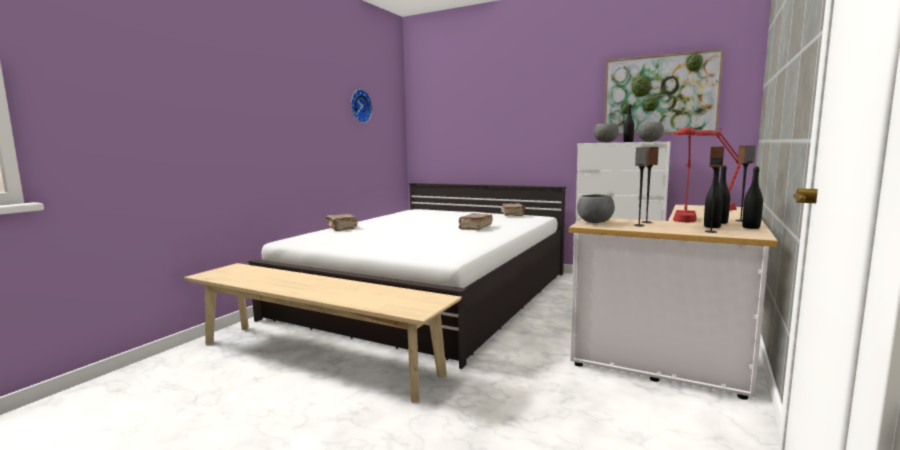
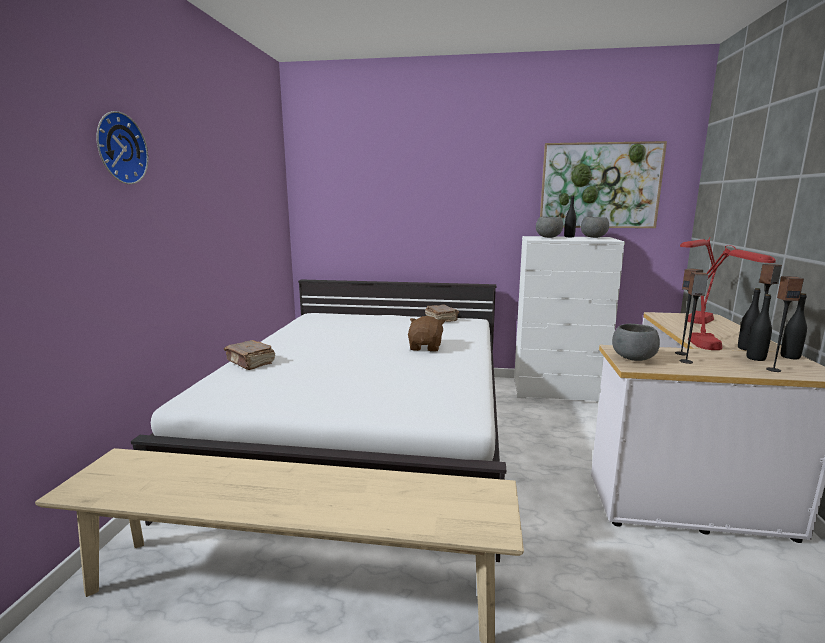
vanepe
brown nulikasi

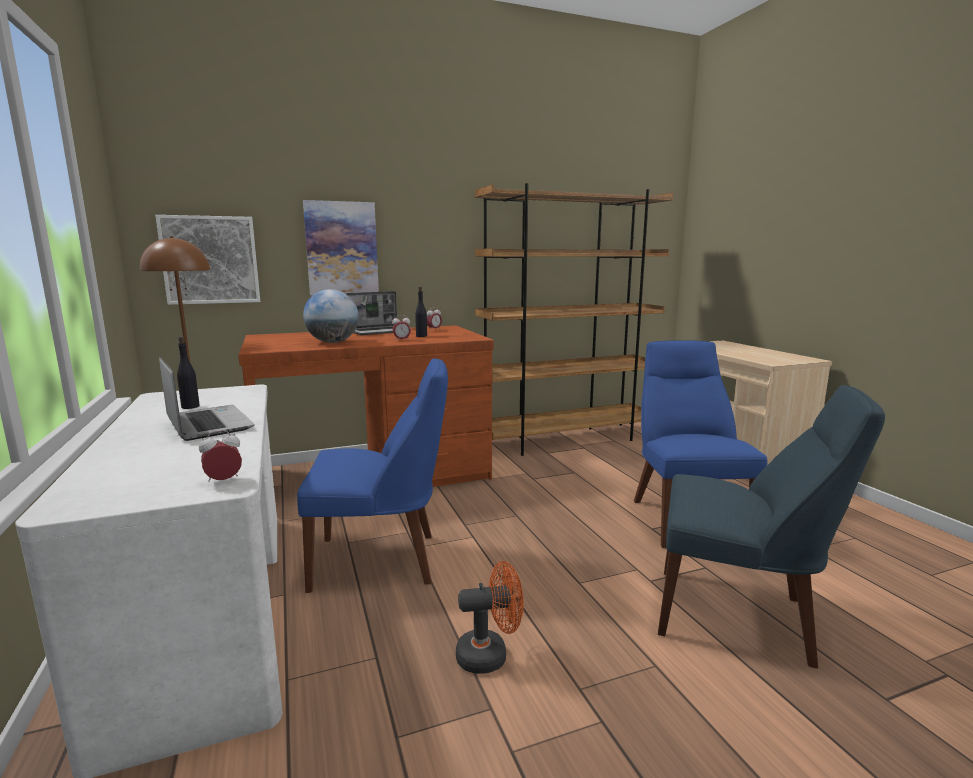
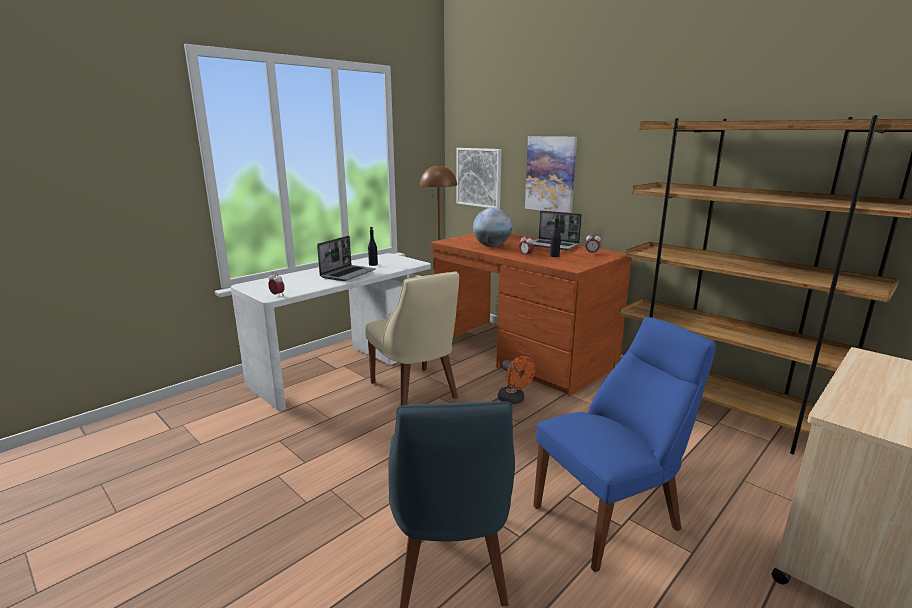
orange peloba
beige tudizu

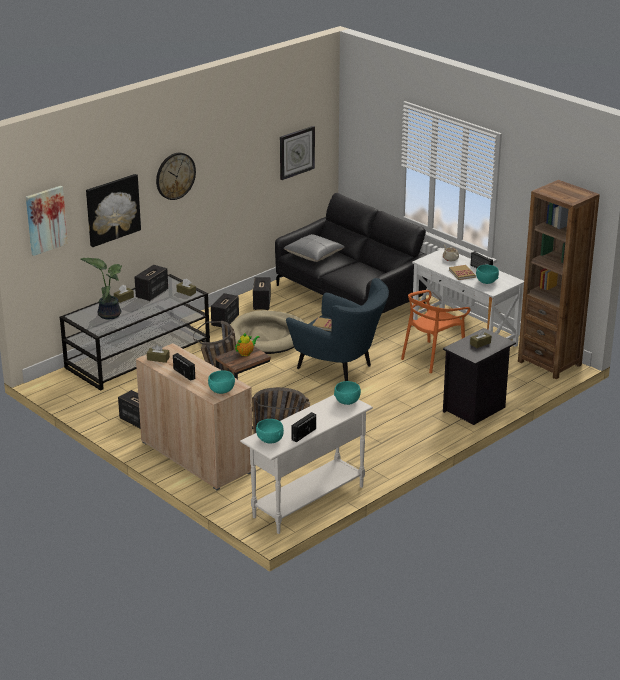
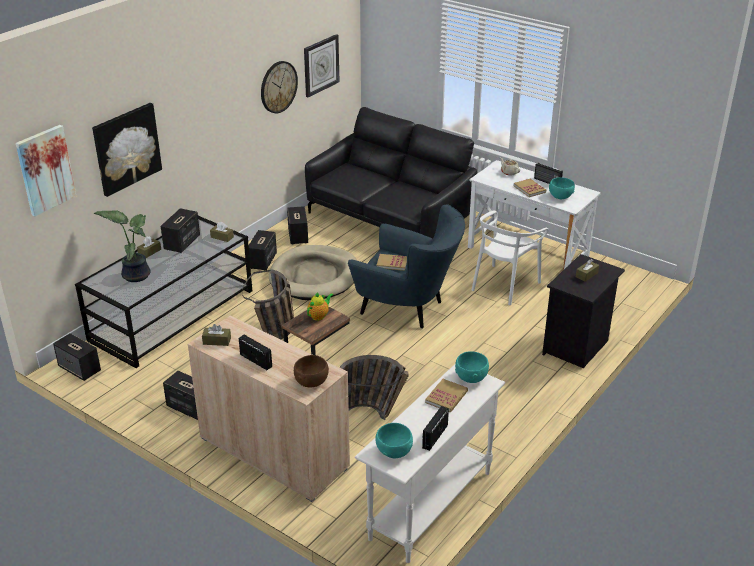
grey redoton
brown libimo
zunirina (1st from left)
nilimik (2nd from left)
vanepe (1st from left)
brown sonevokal
white tudizu

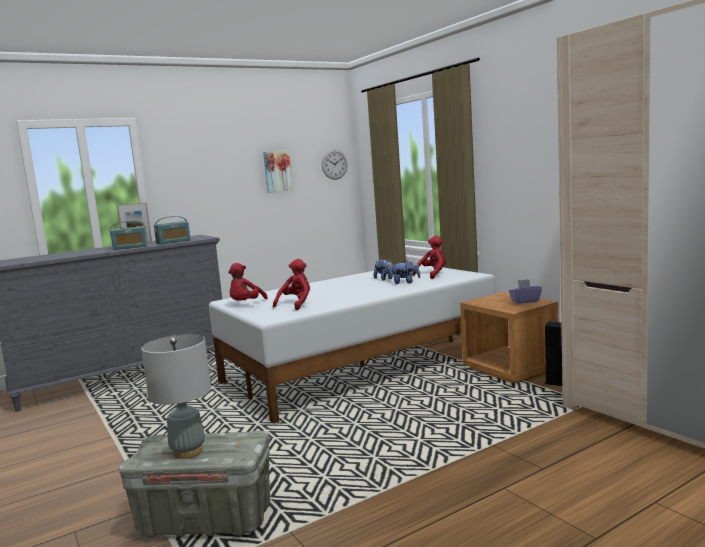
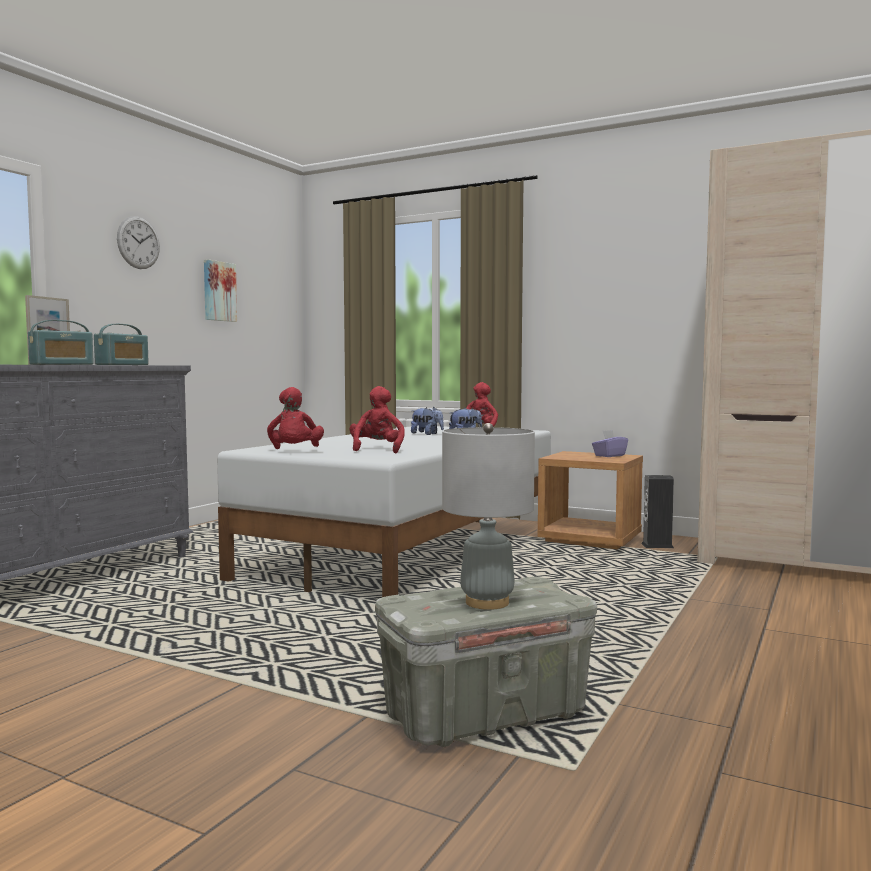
vanepe

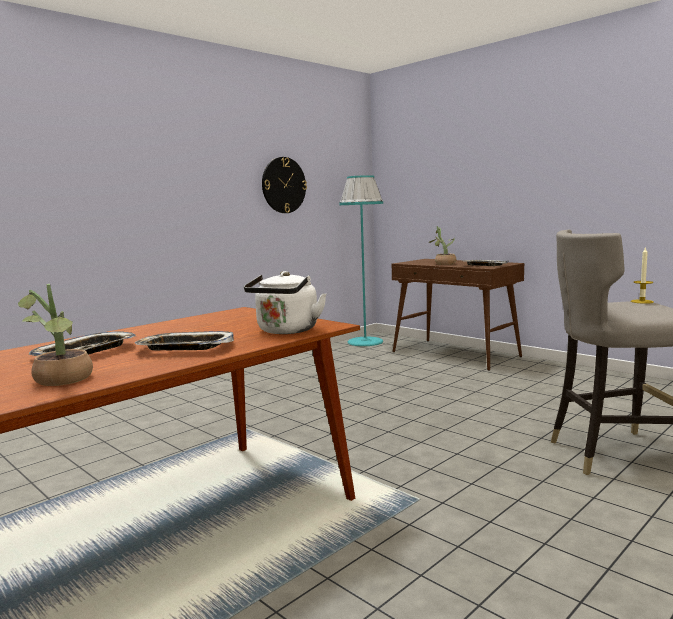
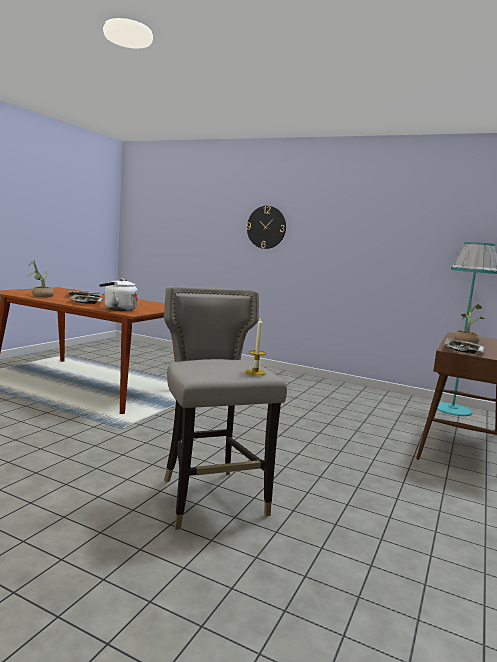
vanepe

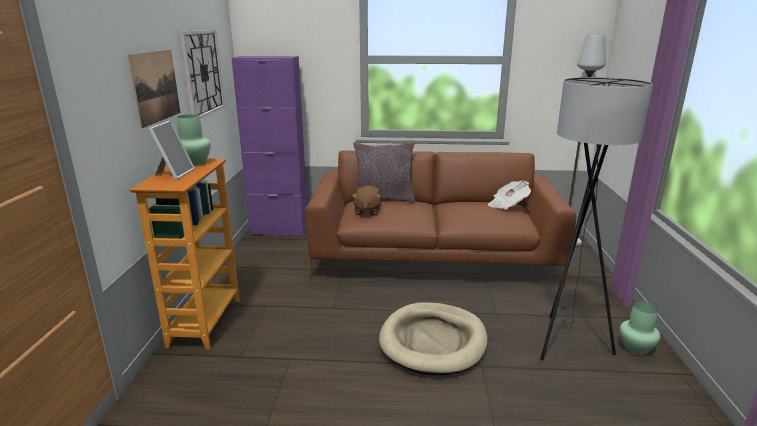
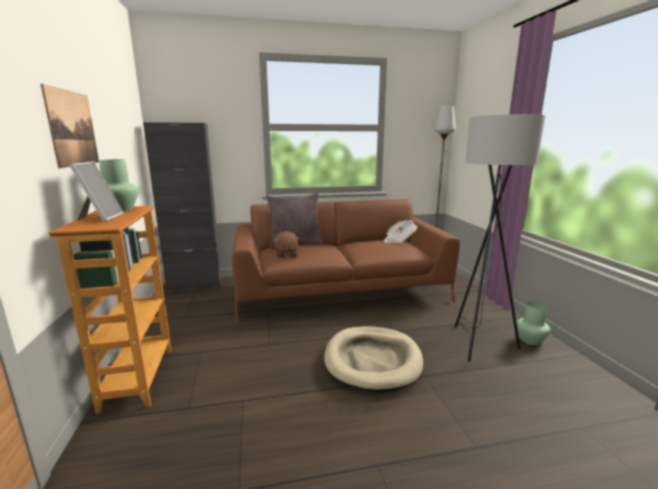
vanepe
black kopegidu

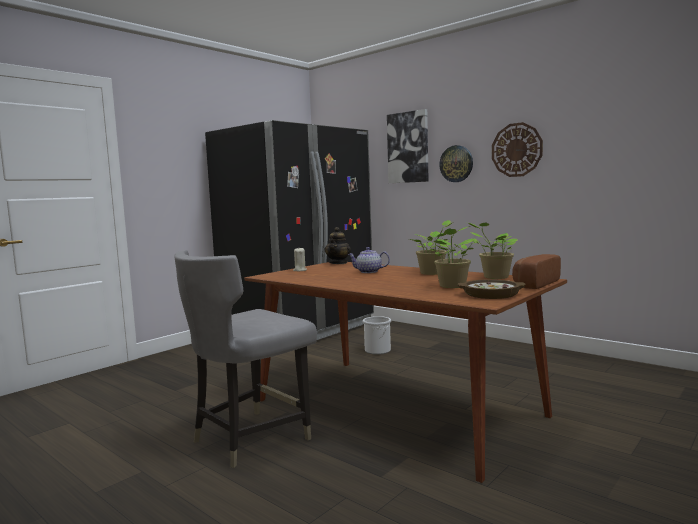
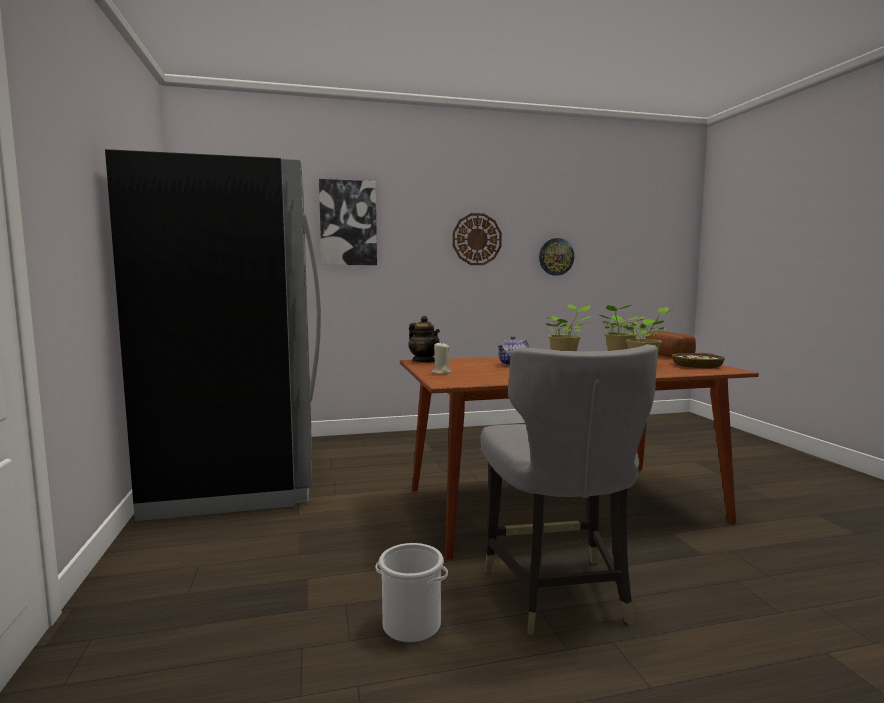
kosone
vanepe (2nd from left)

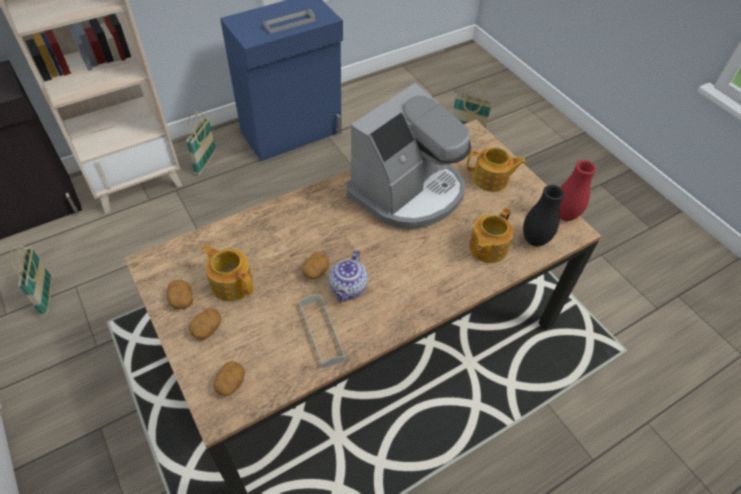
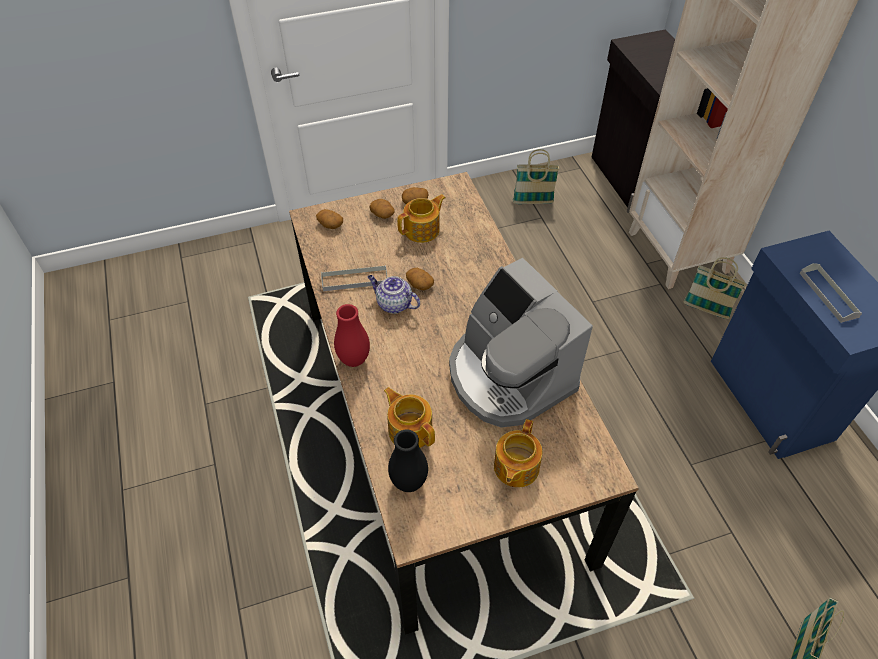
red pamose

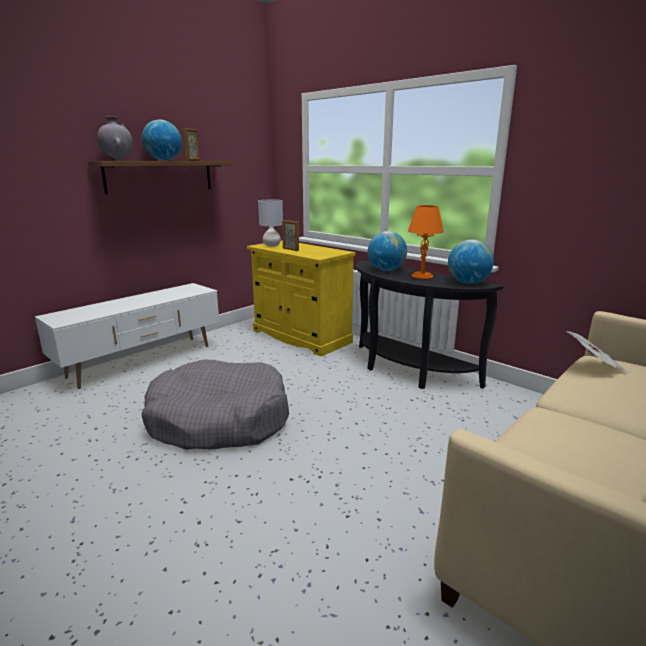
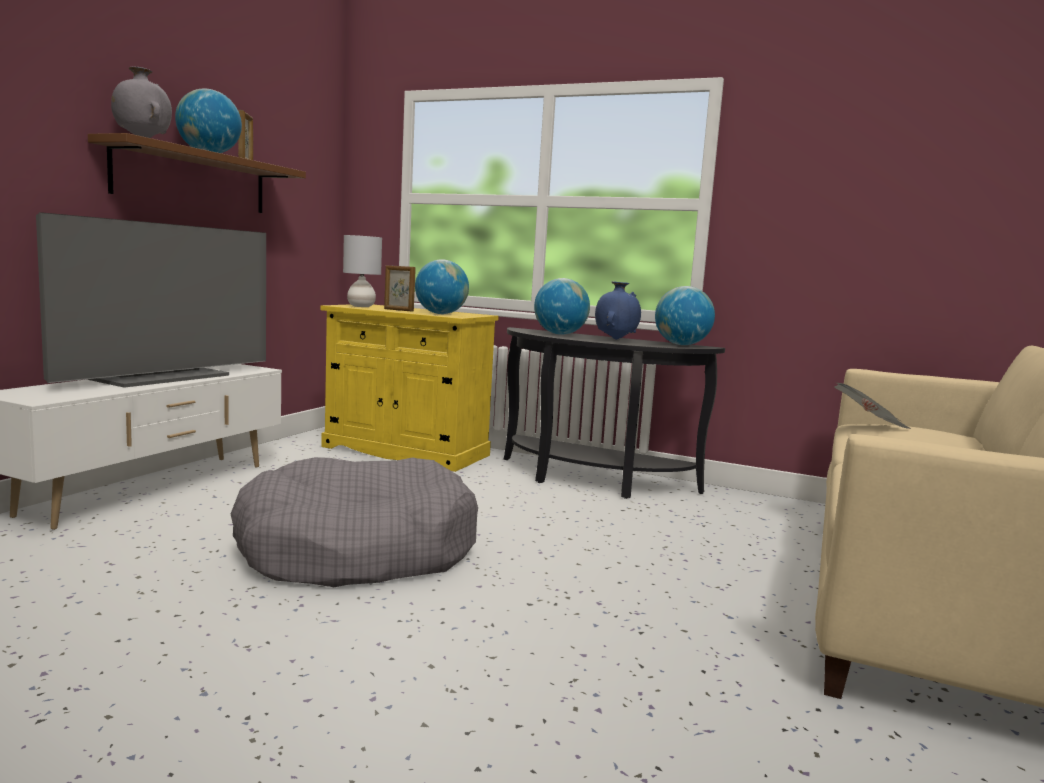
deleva
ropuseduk (2nd from left)
blue pamose

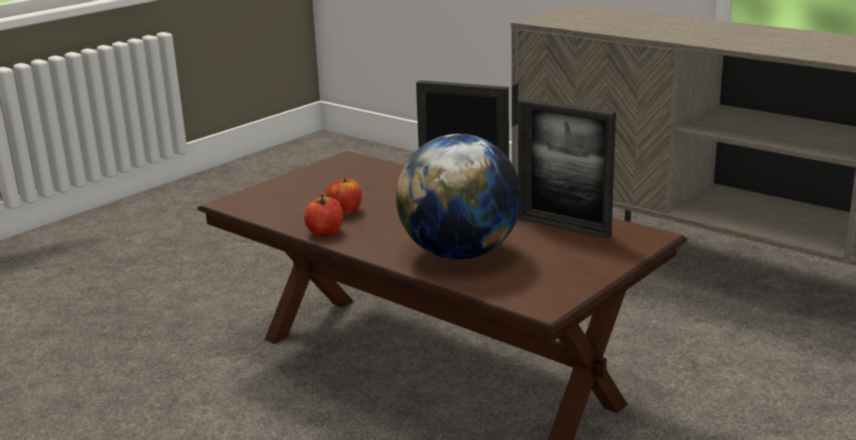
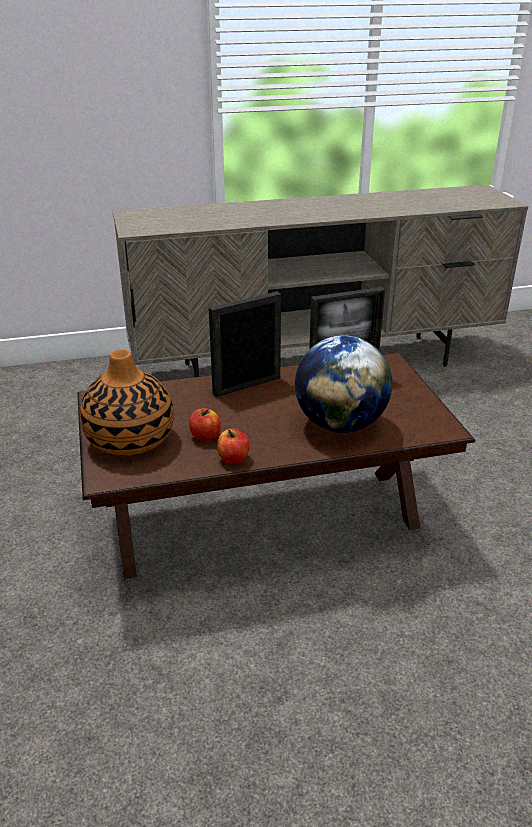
pamose

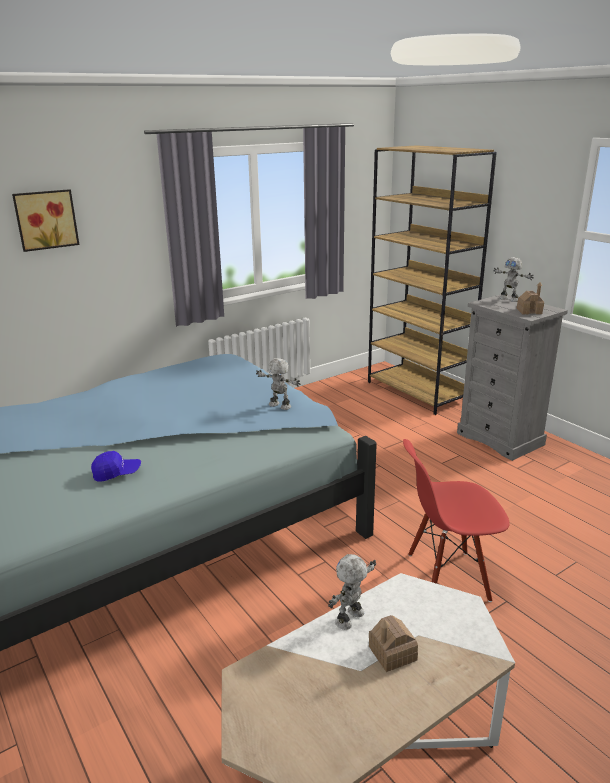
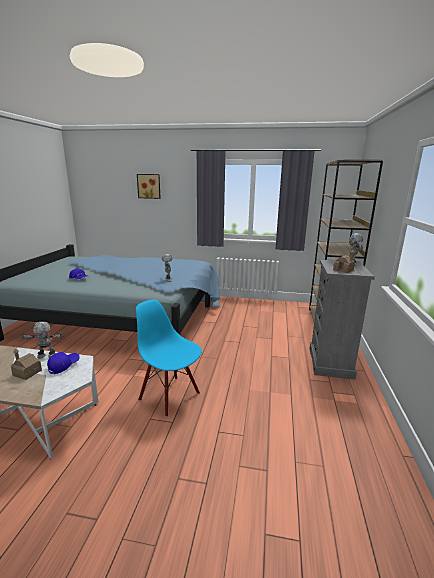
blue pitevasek (1st from left)
blue tudizu

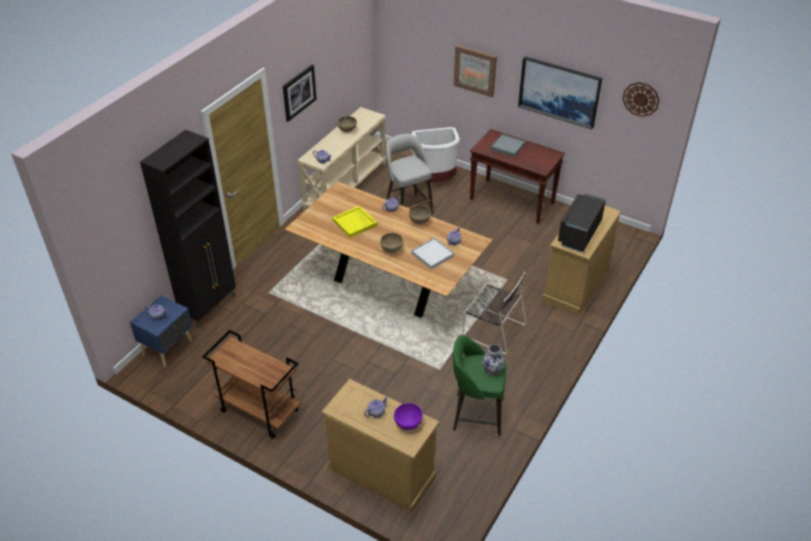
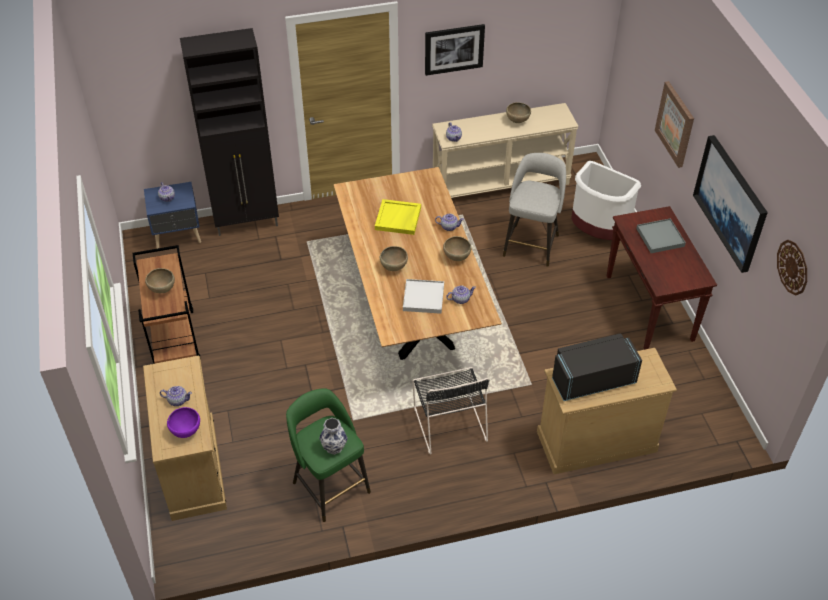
brown sonevokal (1st from left)

